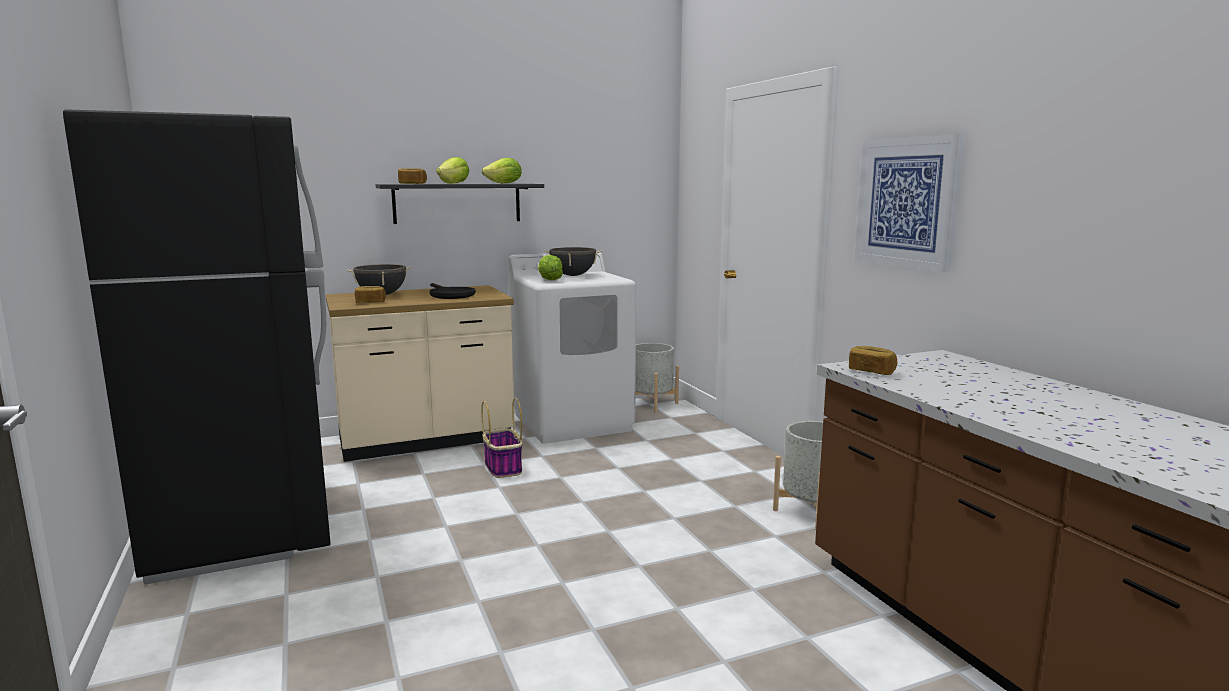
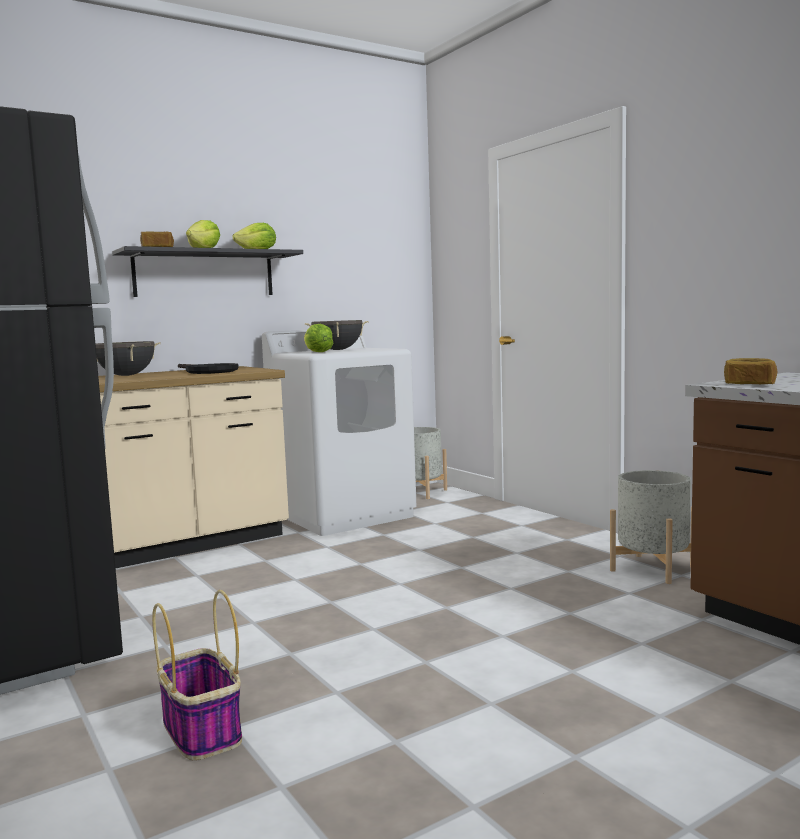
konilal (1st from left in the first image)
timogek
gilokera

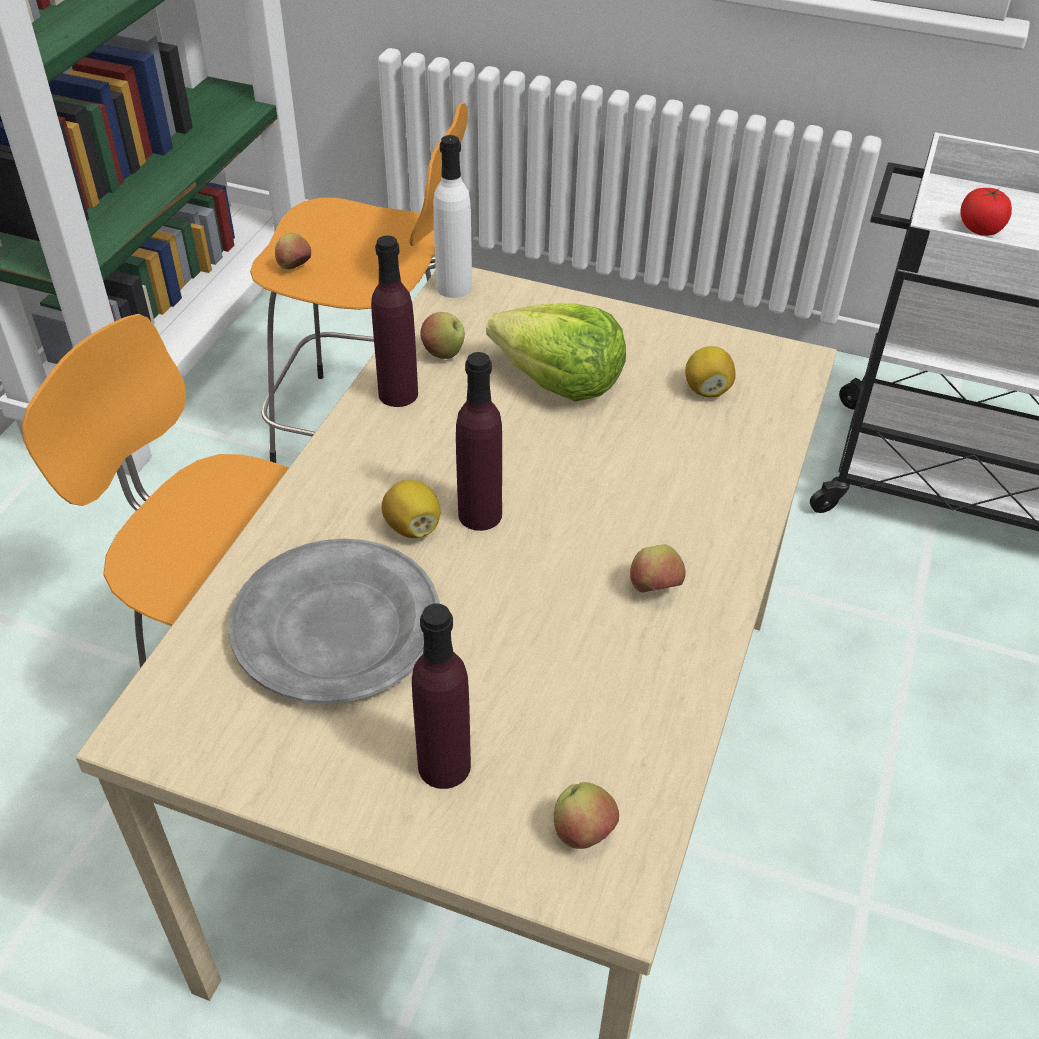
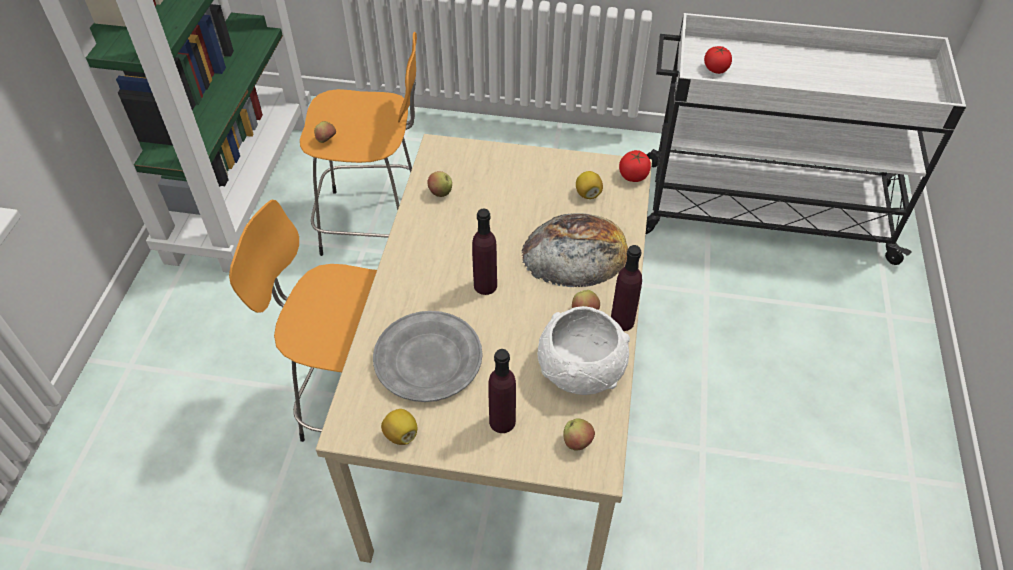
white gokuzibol
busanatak
konilal
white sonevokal
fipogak (1st from left)
purple gokuzibol (3rd from left)
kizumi (1st from left)

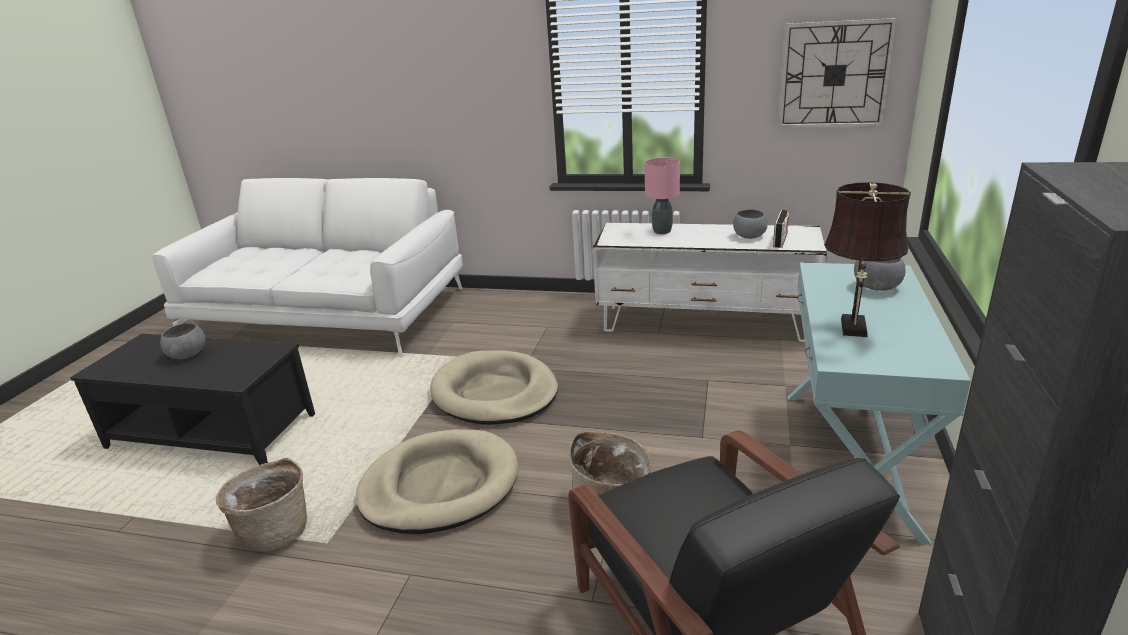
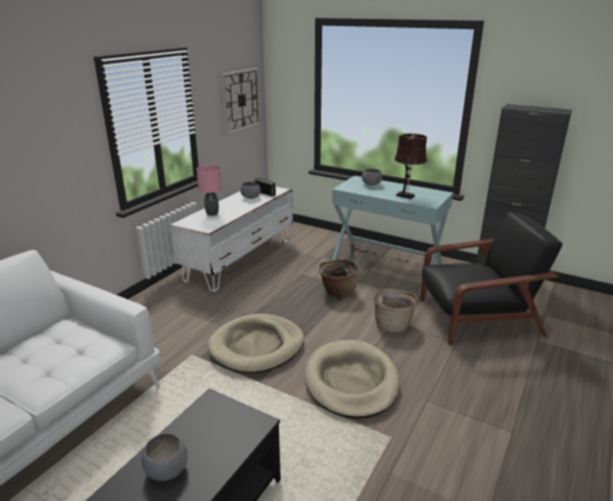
gilokera (1st from left)

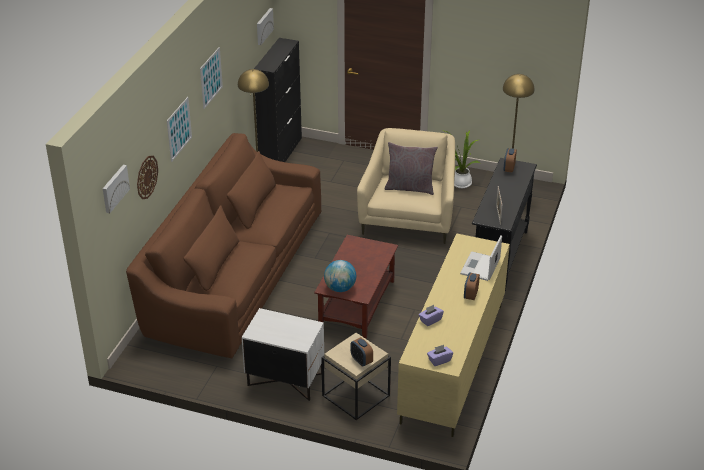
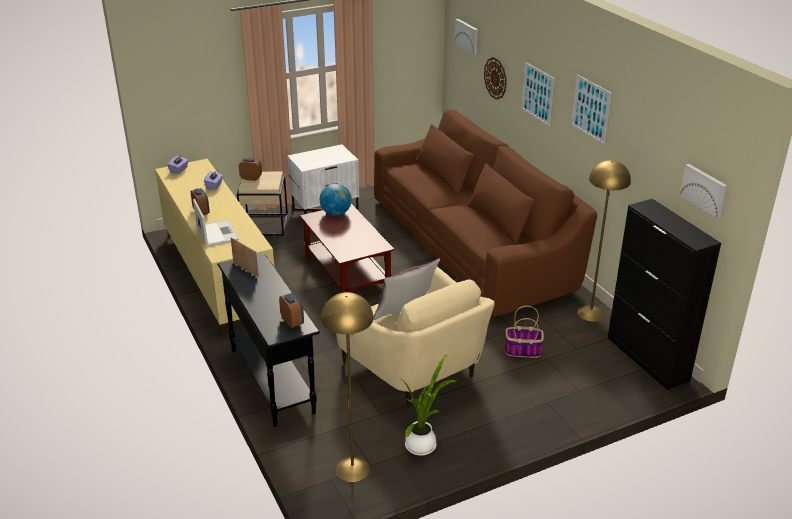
gilokera

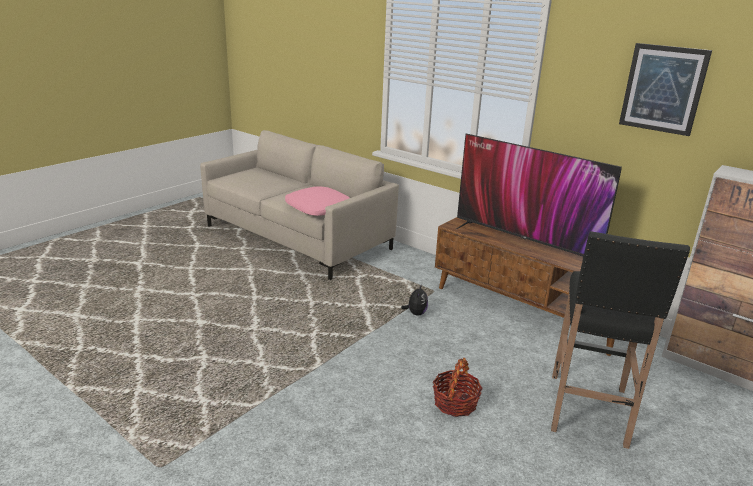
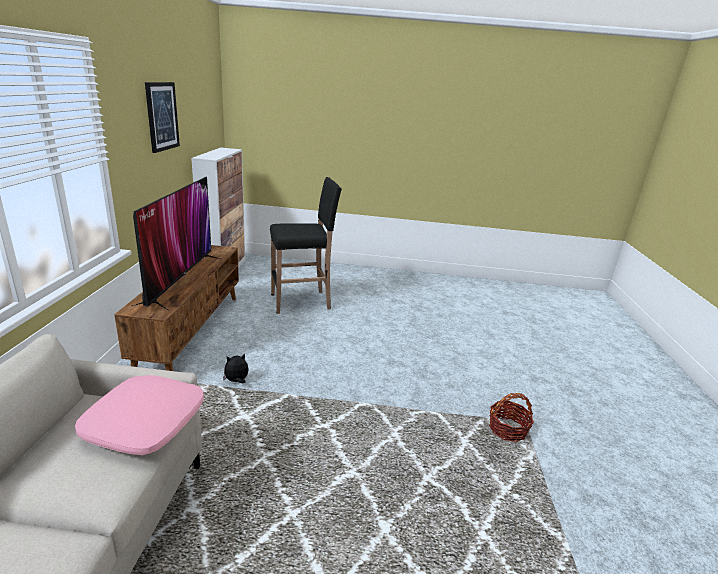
gilokera

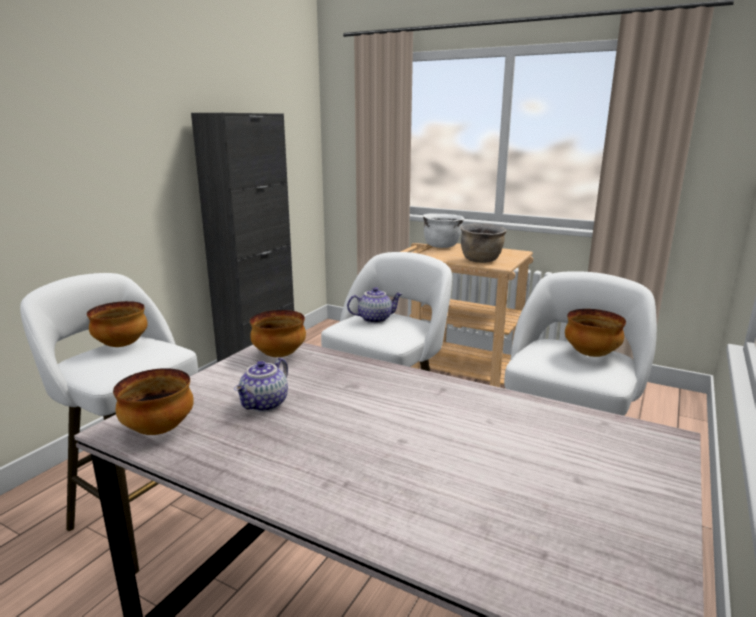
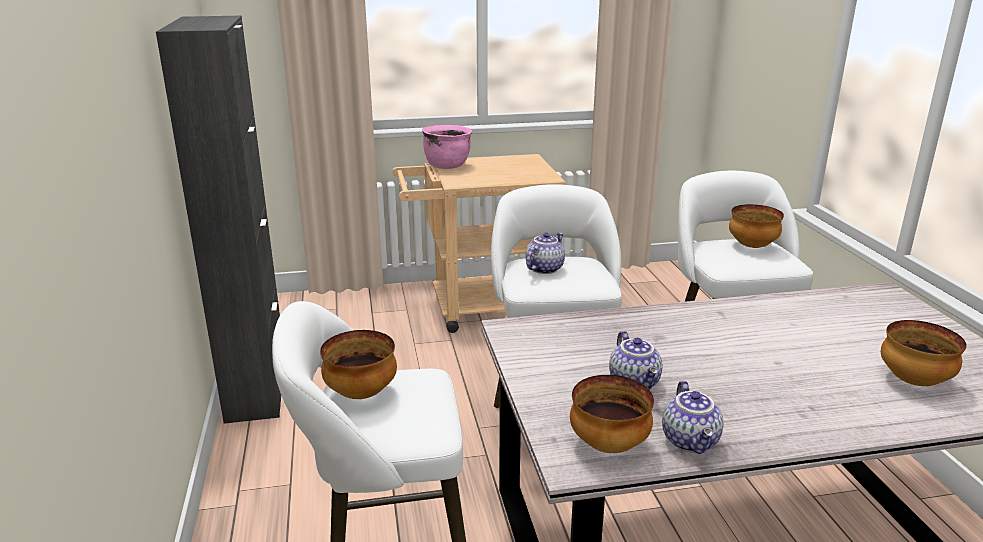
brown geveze
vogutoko (3rd from left)
sonevokal (4th from left)
pink geveze

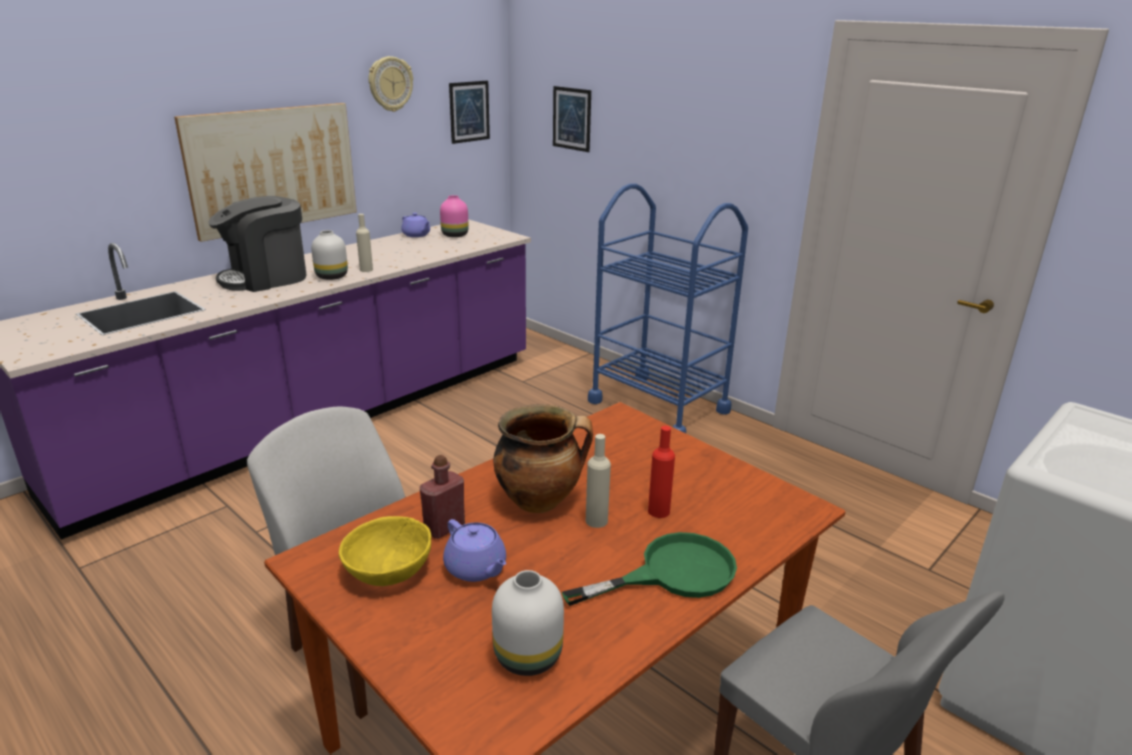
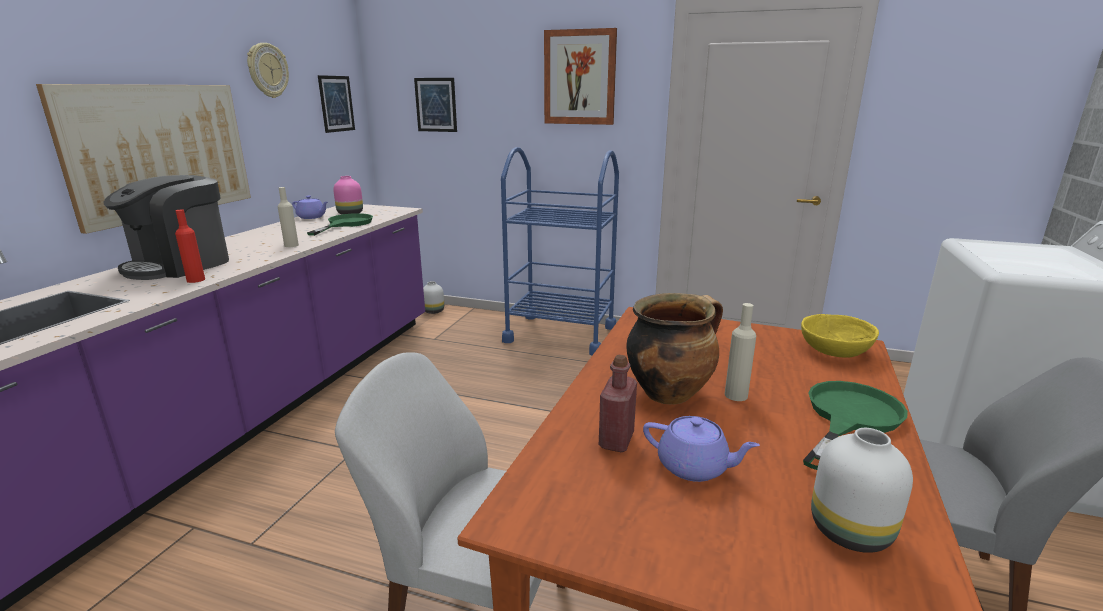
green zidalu (1st from left)
timogek (4th from left)
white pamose (1st from left)
yellow sonevokal
red gokuzibol (1st from left)

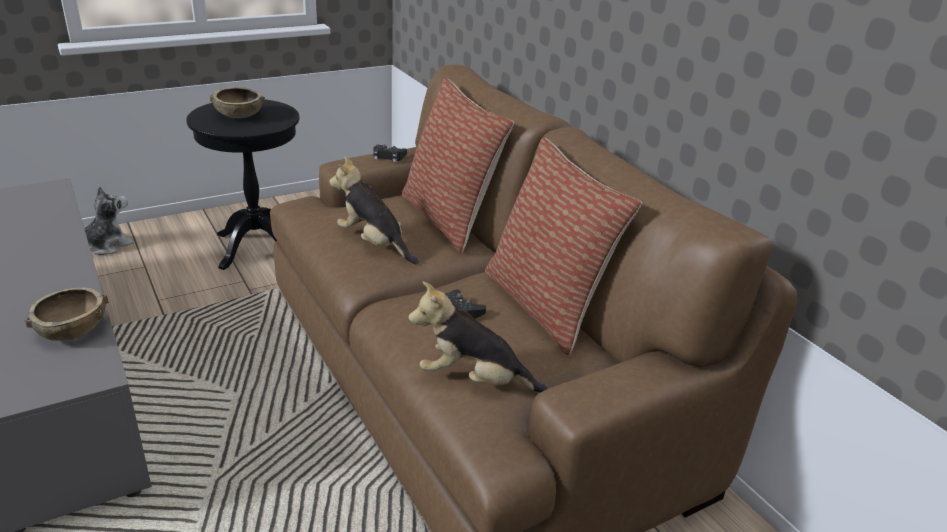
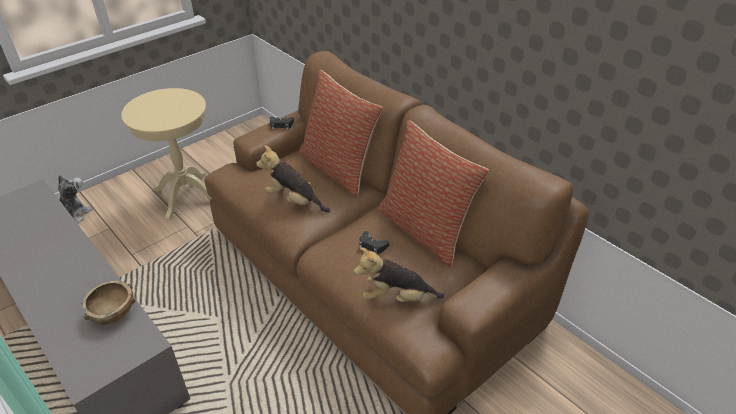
brown sonevokal (2nd from left in the first image)
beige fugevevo

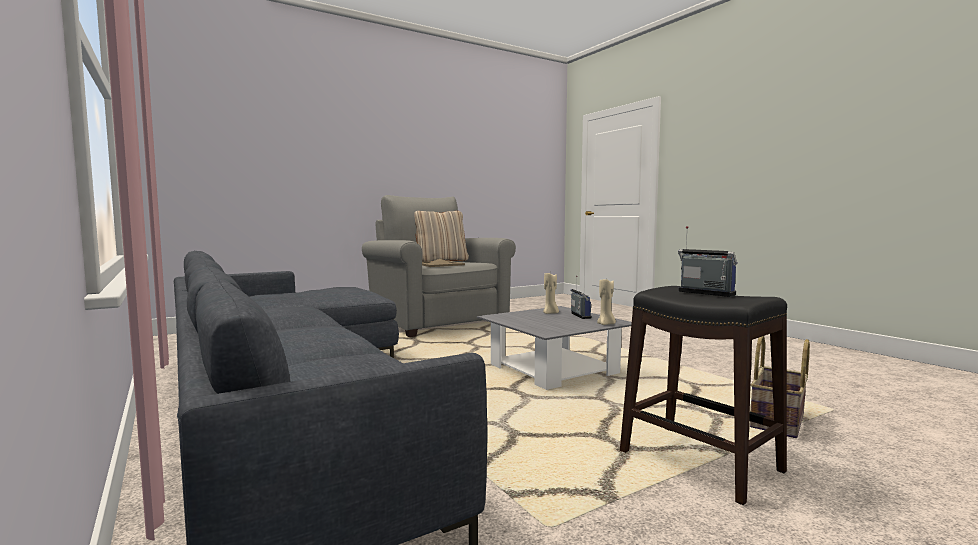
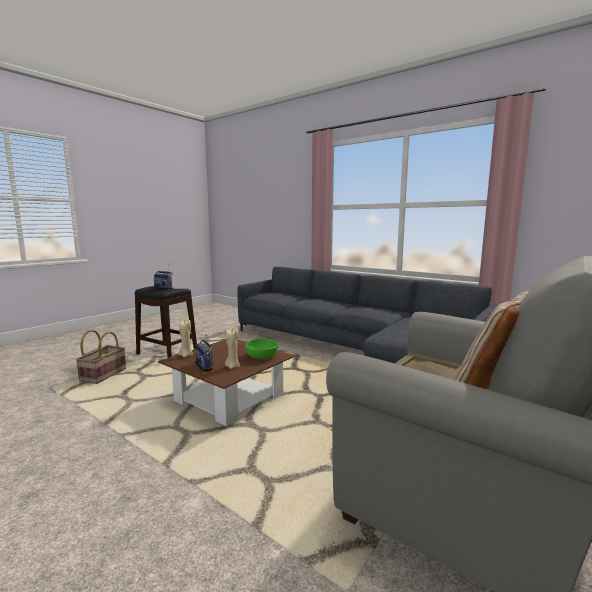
green sonevokal
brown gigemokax

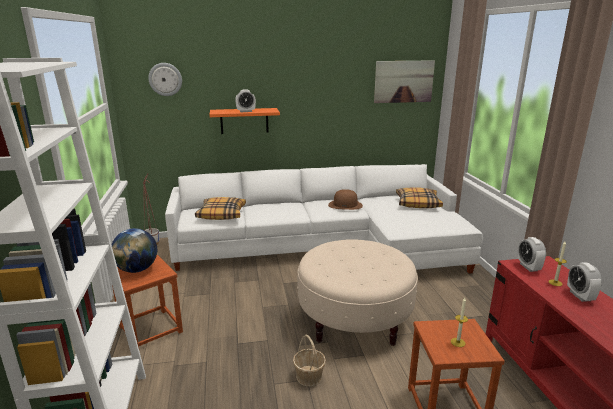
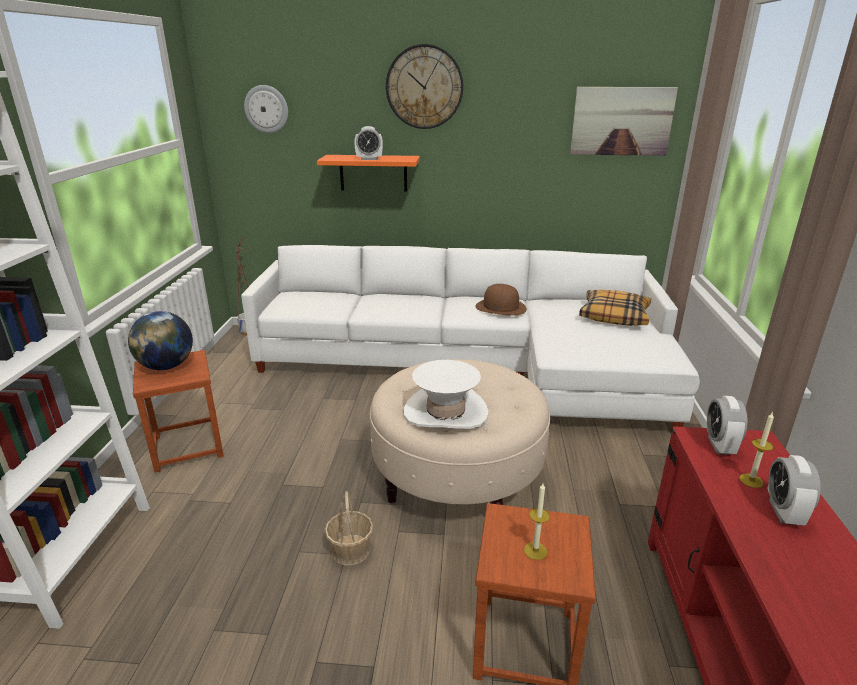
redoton (1st from left in the first image)
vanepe (2nd from left)
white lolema

